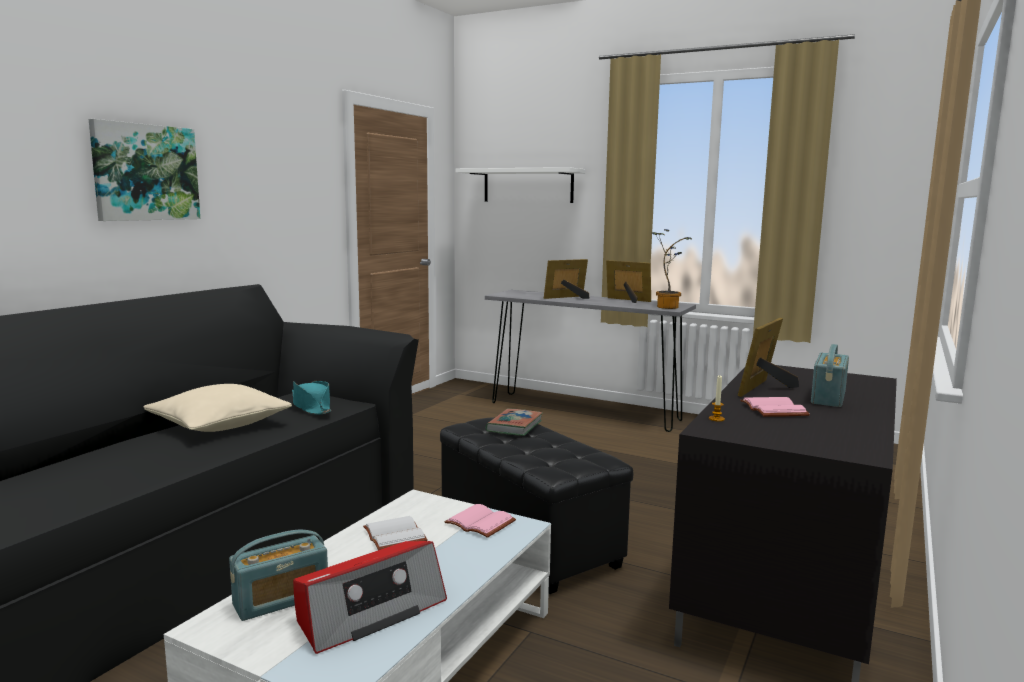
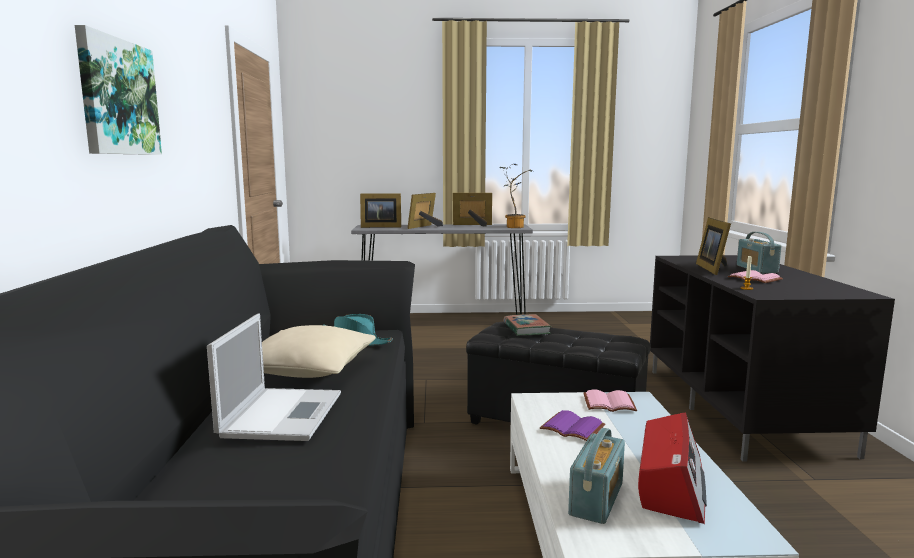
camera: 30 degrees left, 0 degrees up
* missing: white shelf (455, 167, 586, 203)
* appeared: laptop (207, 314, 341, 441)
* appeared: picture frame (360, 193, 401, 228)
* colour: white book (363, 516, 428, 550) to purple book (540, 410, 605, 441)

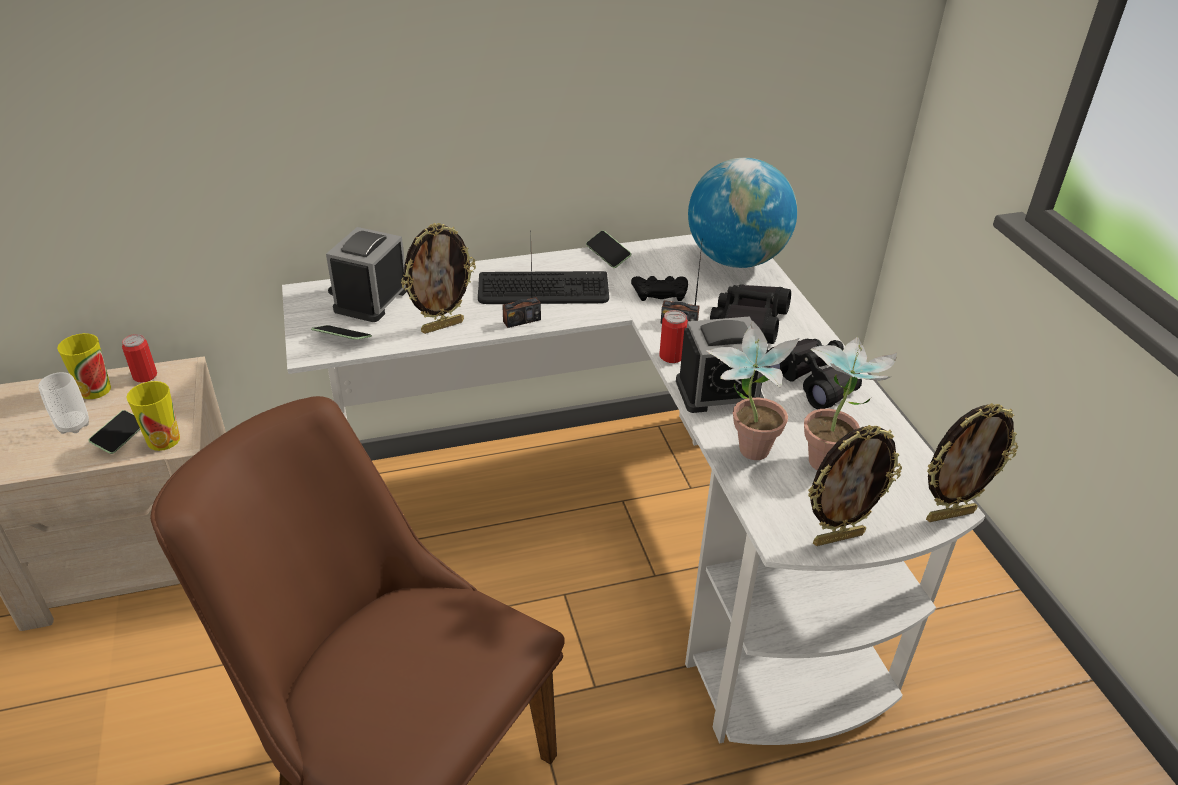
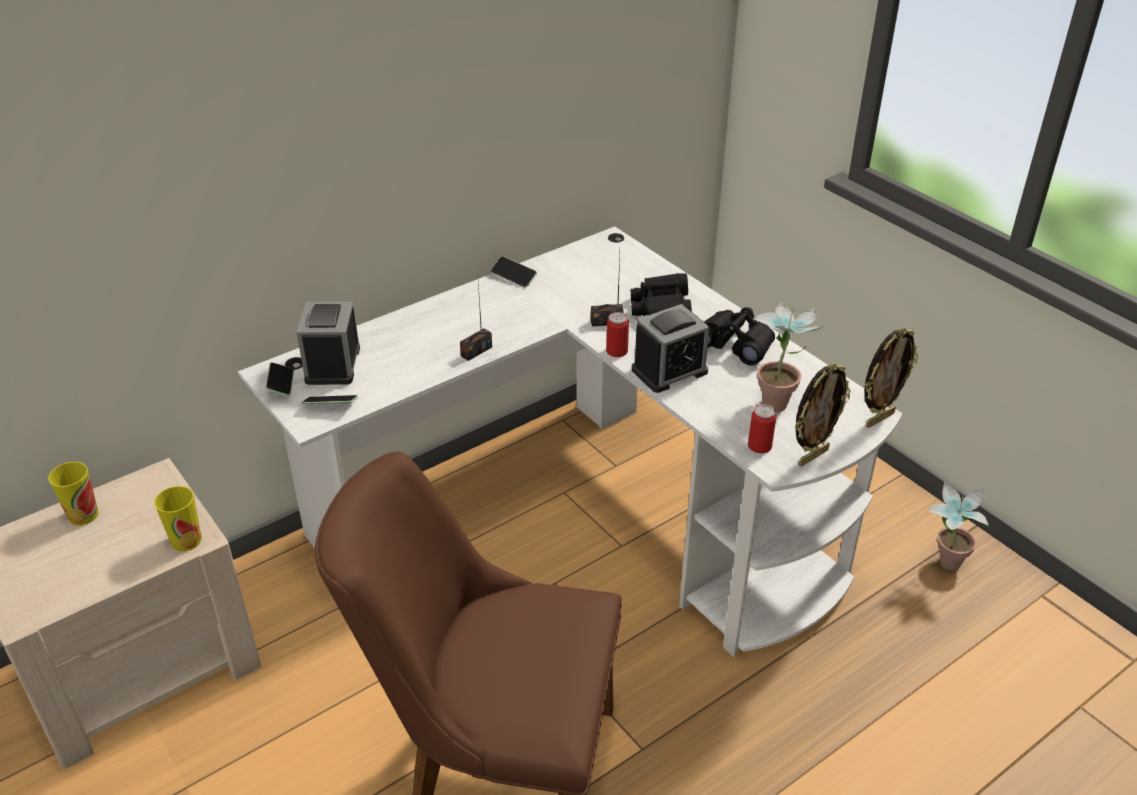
camera: 20 degrees left, 0 degrees up
* missing: cup (38, 372, 89, 434)
* missing: picture frame (401, 223, 476, 334)
* missing: keyboard (478, 271, 609, 304)
* missing: black game controller (631, 276, 688, 301)
* missing: globe (688, 158, 797, 268)
* relocated: phone (88, 410, 140, 454) to (265, 362, 294, 396)
* relocated: can (122, 334, 157, 383) to (748, 404, 776, 453)
* relocated: potted plant (707, 320, 799, 460) to (928, 481, 988, 570)

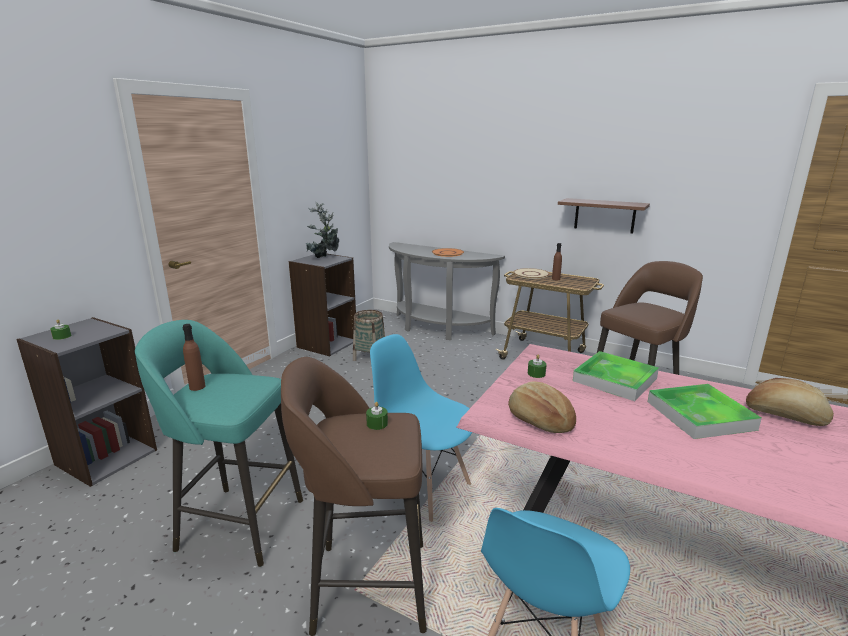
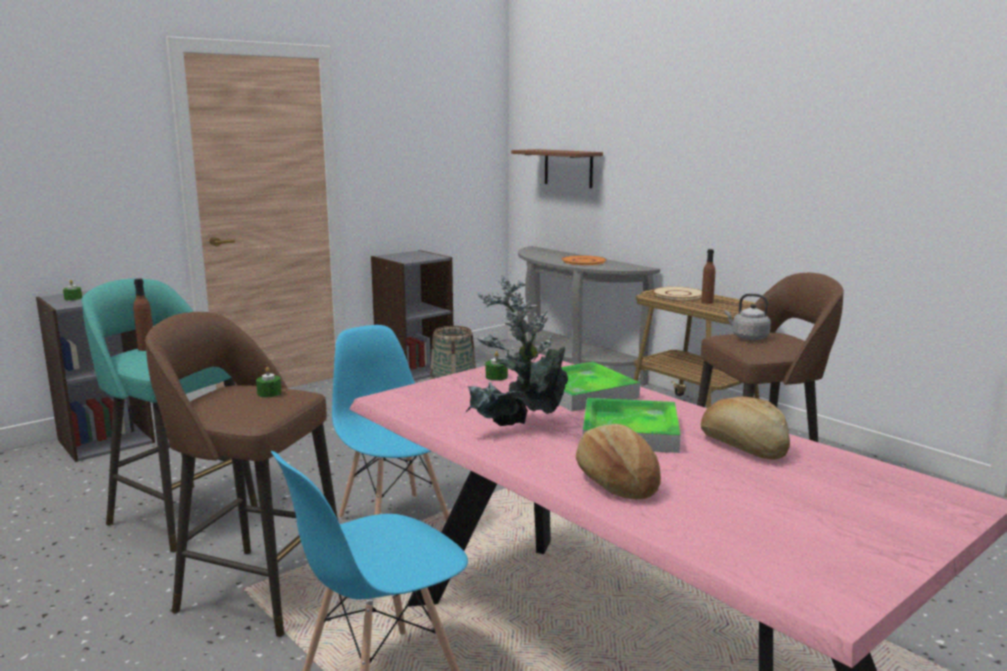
camera: 20 degrees right, 5 degrees down
* appeared: grey kettle (725, 293, 771, 340)
* relocated: potted plant (306, 201, 339, 258) to (465, 275, 568, 426)
* relocated: bread (508, 381, 576, 433) to (576, 424, 661, 499)
* relocated: brown shelf (558, 198, 650, 233) to (511, 149, 603, 188)

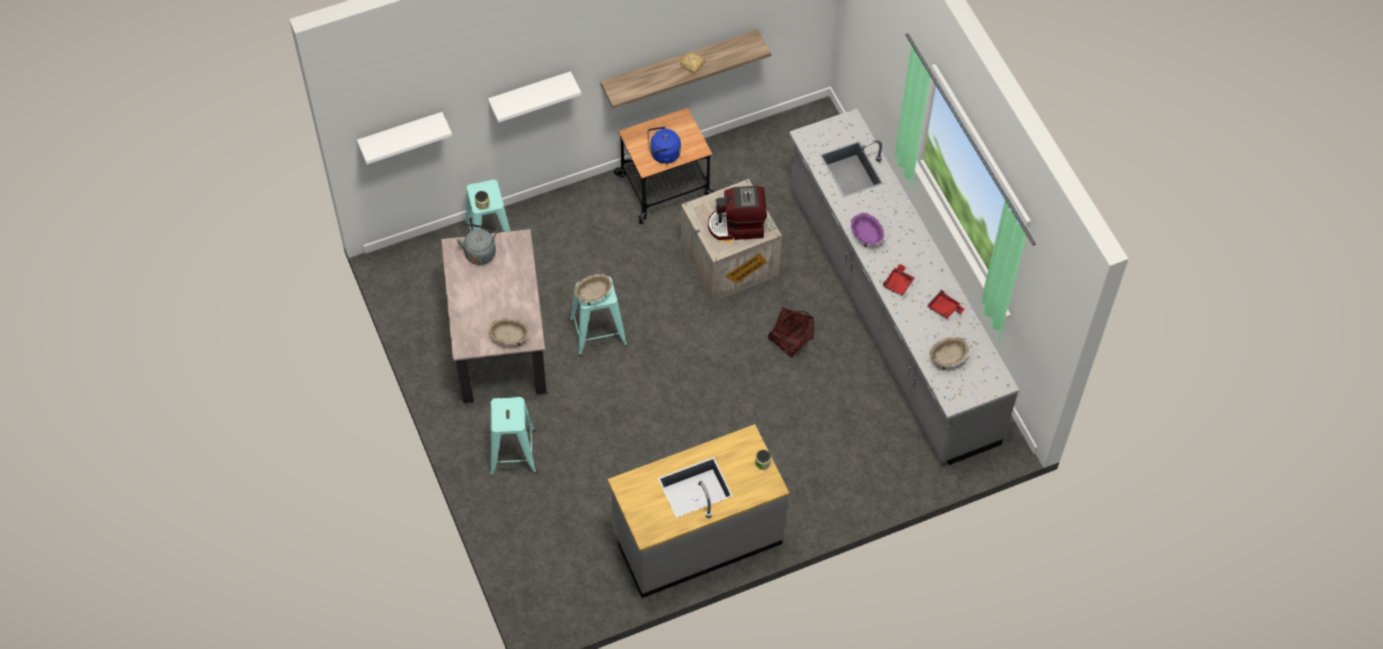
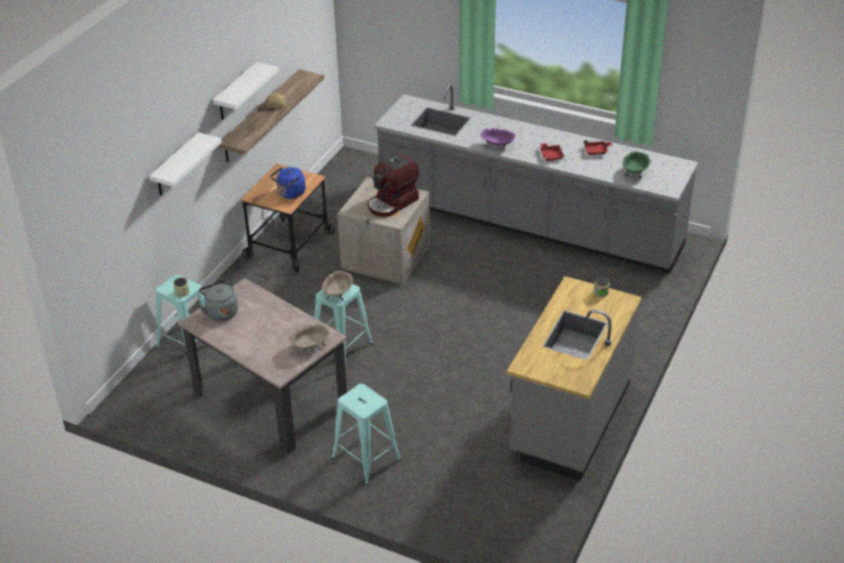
camera: 40 degrees left, 20 degrees down
* missing: basket (768, 306, 814, 358)
* relocated: white shelf (357, 112, 452, 164) to (213, 62, 279, 120)
* colour: beige bowl (929, 337, 969, 370) to green bowl (622, 151, 650, 178)

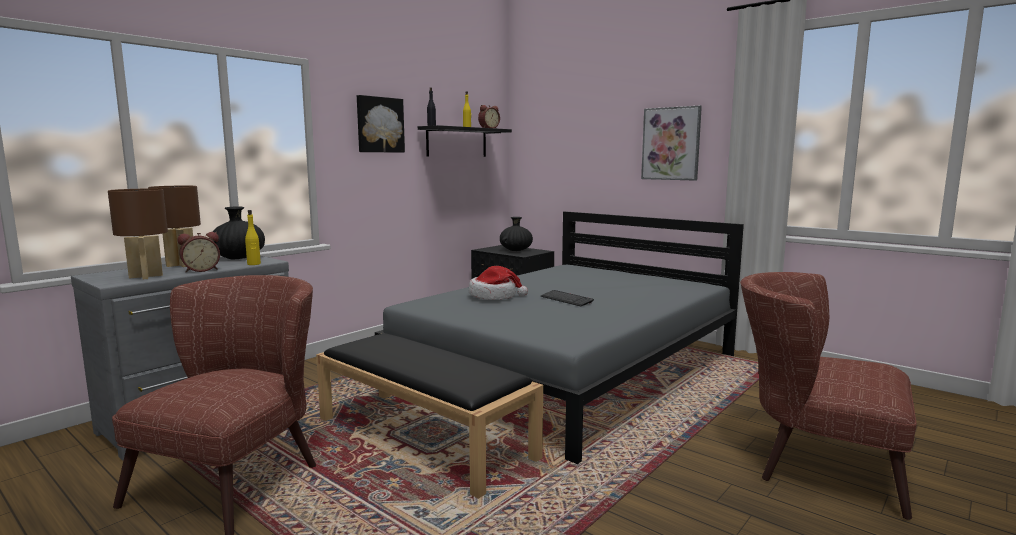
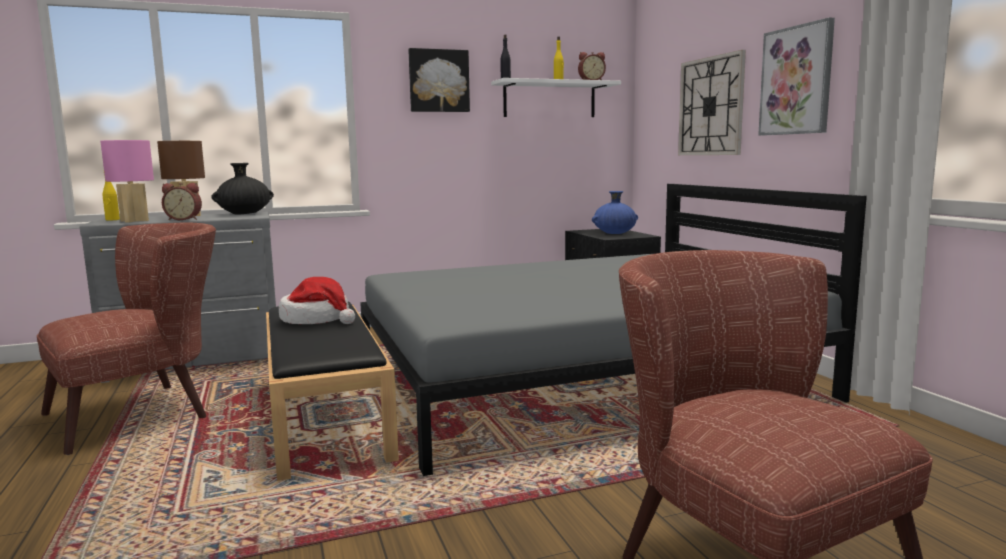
camera: 30 degrees right, 0 degrees up
* missing: keyboard (541, 290, 594, 306)
* appeared: wall clock (678, 50, 746, 155)
* relocated: yellow bottle (245, 210, 261, 265) to (102, 174, 120, 221)
* relocated: hat (469, 266, 528, 300) to (279, 277, 355, 324)
* colour: brown table lamp (108, 189, 168, 279) to pink table lamp (100, 140, 154, 223)
* colour: black shelf (418, 125, 512, 157) to white shelf (491, 78, 621, 117)
* colour: black vase (500, 217, 533, 251) to blue vase (592, 191, 638, 234)

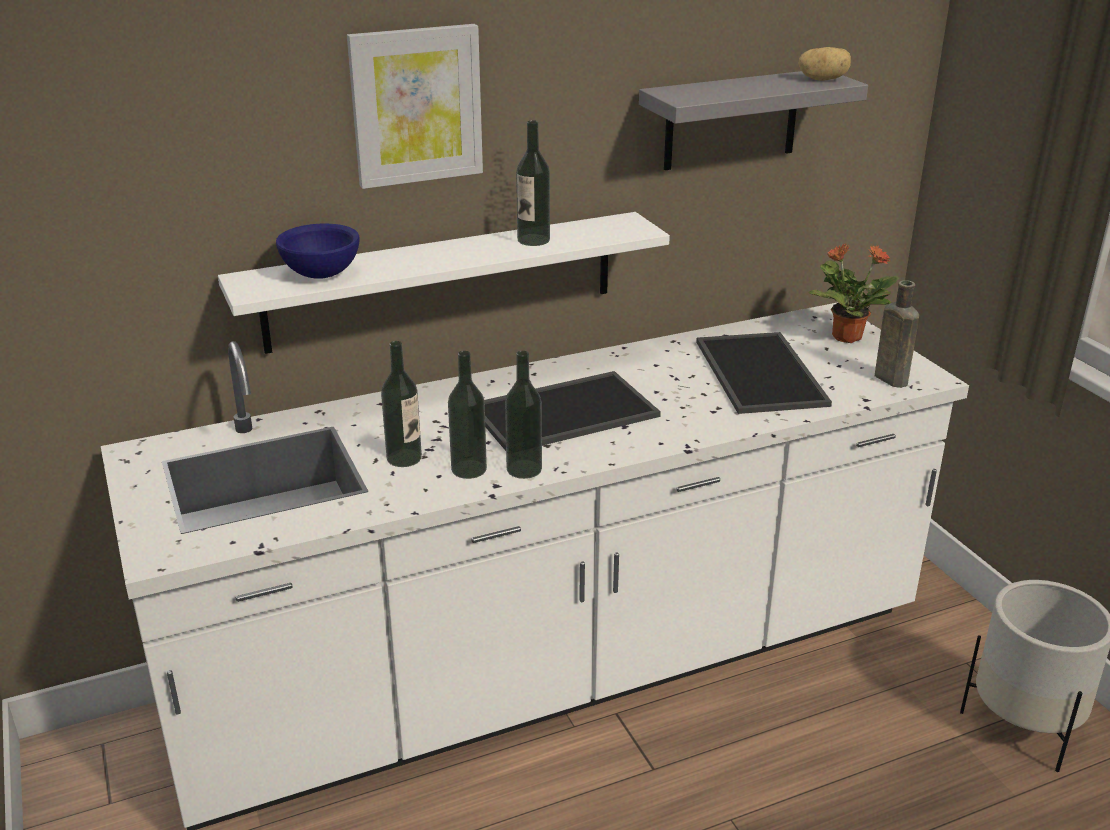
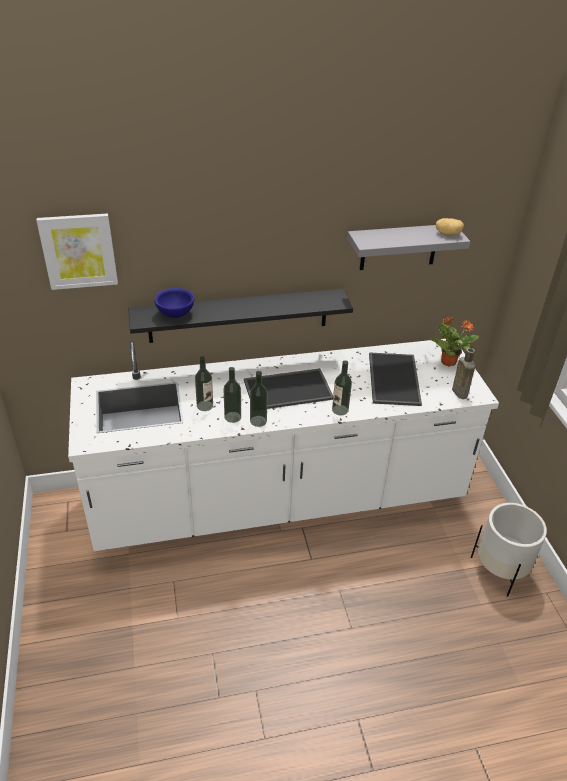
camera: 10 degrees right, 10 degrees up
* relocated: picture (347, 24, 483, 189) to (36, 213, 118, 290)
* relocated: bottle (516, 120, 550, 246) to (332, 360, 352, 415)
* colour: white shelf (218, 212, 670, 354) to black shelf (128, 289, 353, 343)

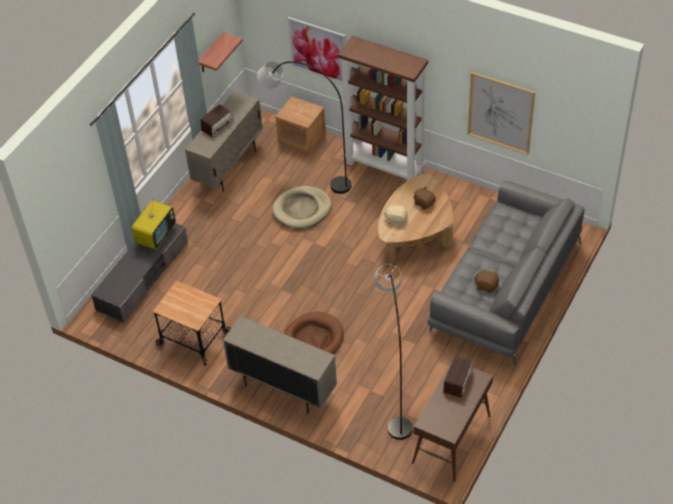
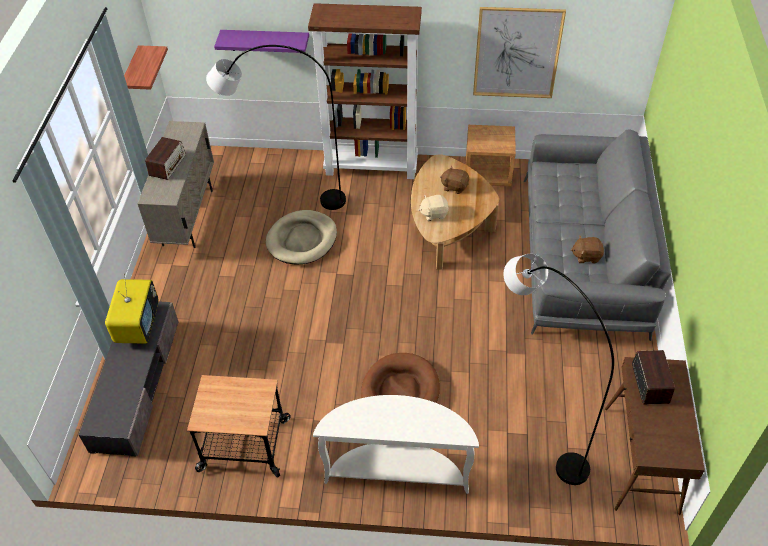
camera: 25 degrees left, 0 degrees up
* relocated: brown nightstand (275, 96, 326, 153) to (466, 125, 516, 186)
* exchanged: beige cabinet (223, 316, 337, 414) to white console table (313, 395, 479, 494)
* exchanged: picture (288, 17, 346, 83) to purple shelf (214, 30, 309, 53)

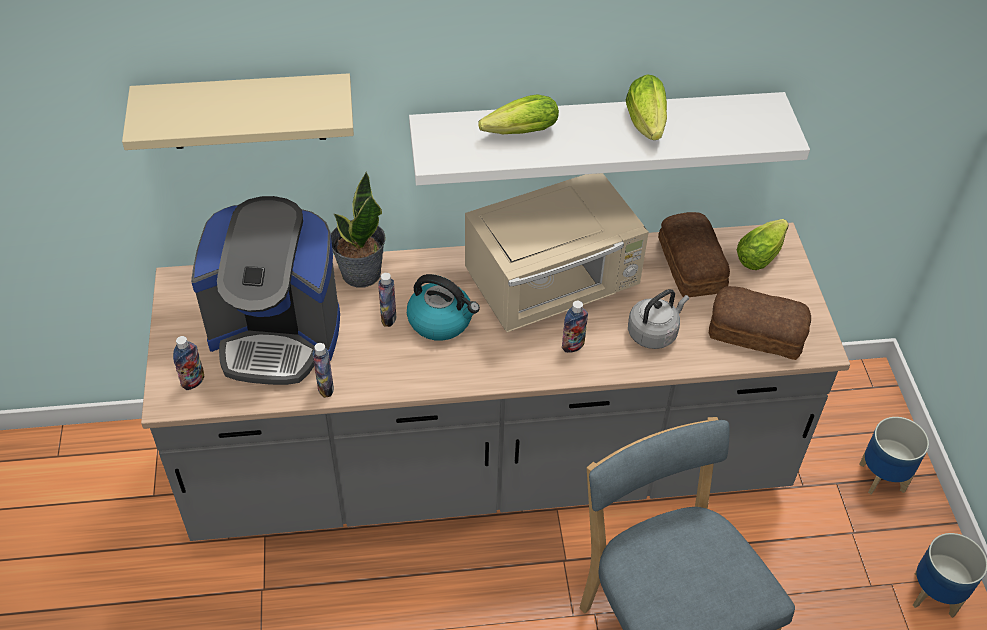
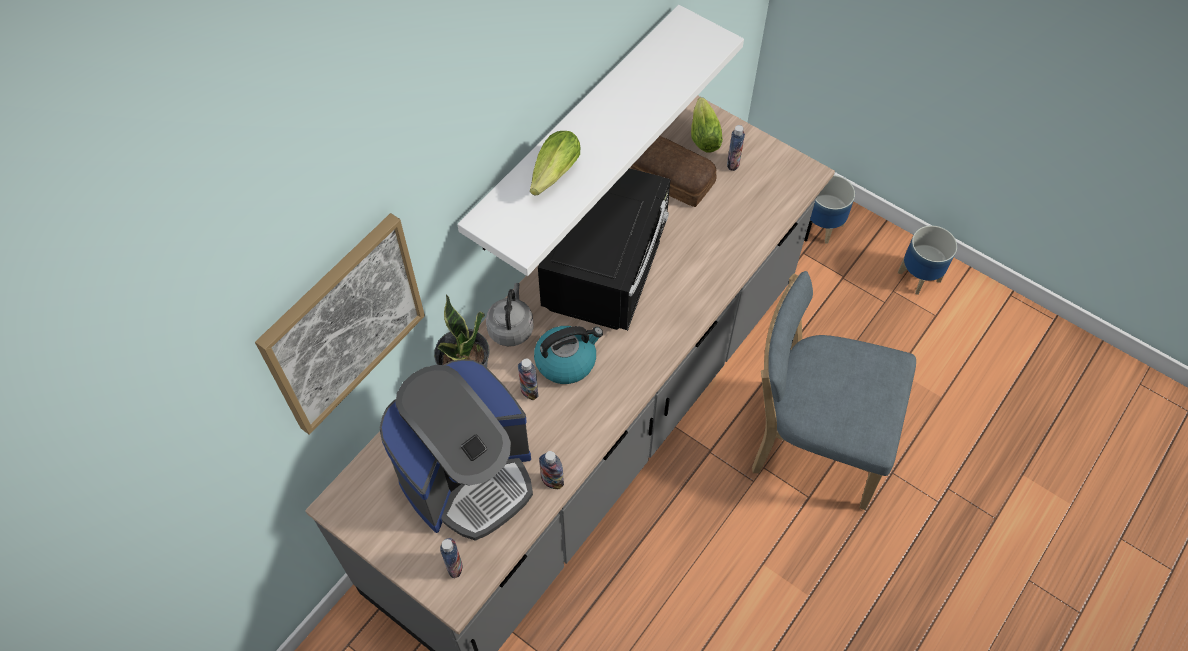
camera: 45 degrees left, 10 degrees up
* missing: lettuce (626, 74, 667, 140)
* missing: bread (709, 286, 811, 360)
* relocated: bottle (562, 300, 588, 353) to (727, 125, 745, 171)
* relocated: grey kettle (628, 289, 689, 349) to (486, 283, 534, 346)
* exchanged: beige shelf (122, 73, 354, 150) to picture (255, 213, 425, 435)
* colour: beige microwave (465, 173, 649, 332) to black microwave (538, 168, 671, 331)

